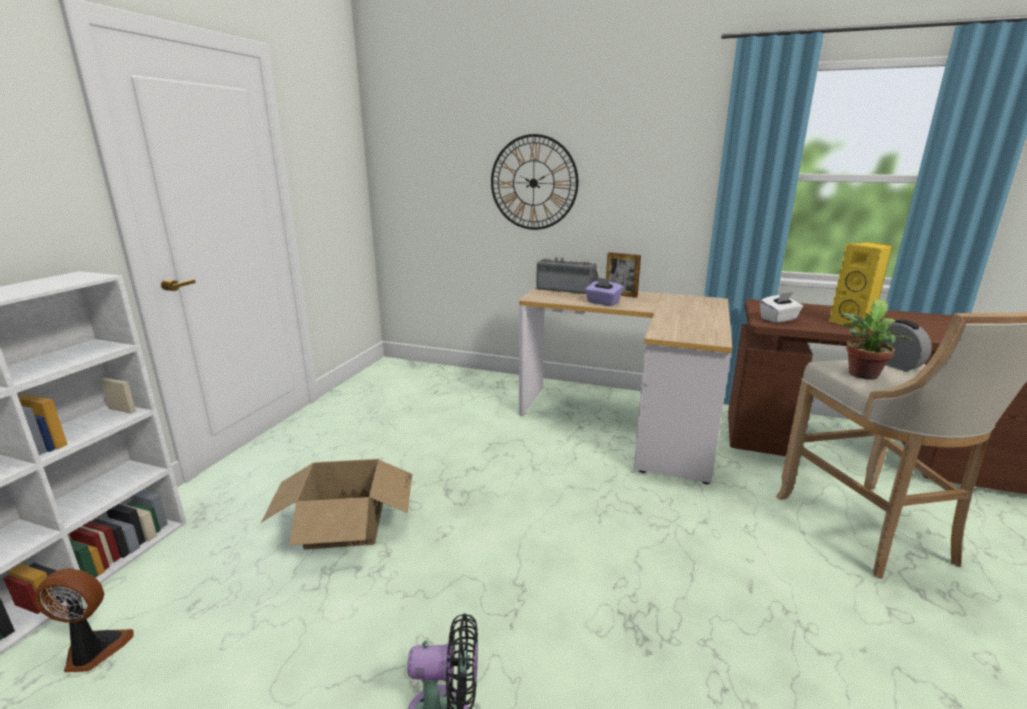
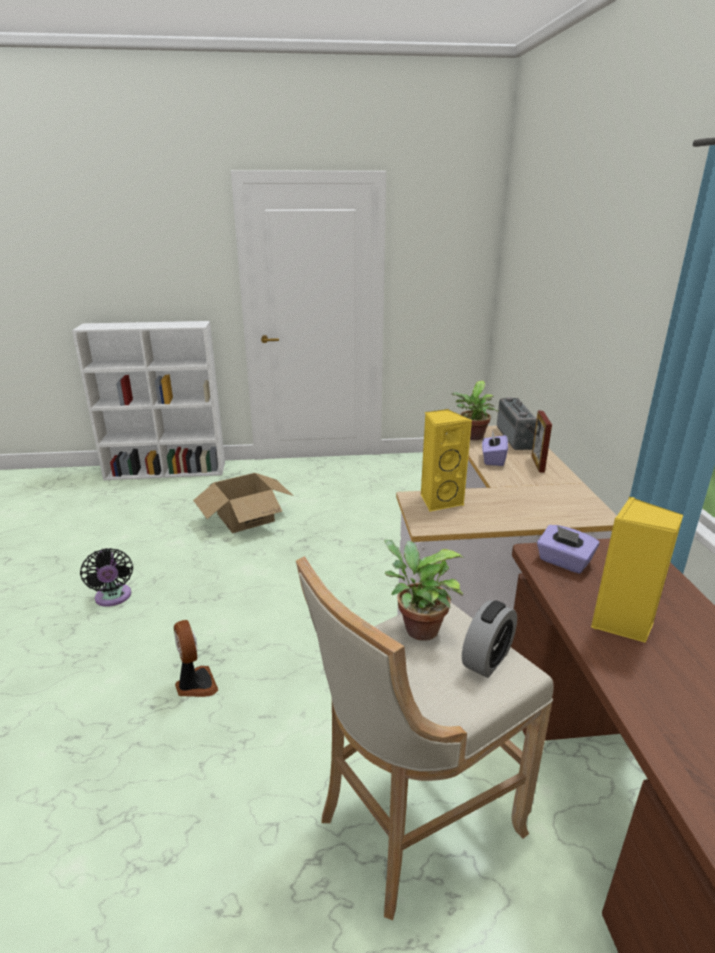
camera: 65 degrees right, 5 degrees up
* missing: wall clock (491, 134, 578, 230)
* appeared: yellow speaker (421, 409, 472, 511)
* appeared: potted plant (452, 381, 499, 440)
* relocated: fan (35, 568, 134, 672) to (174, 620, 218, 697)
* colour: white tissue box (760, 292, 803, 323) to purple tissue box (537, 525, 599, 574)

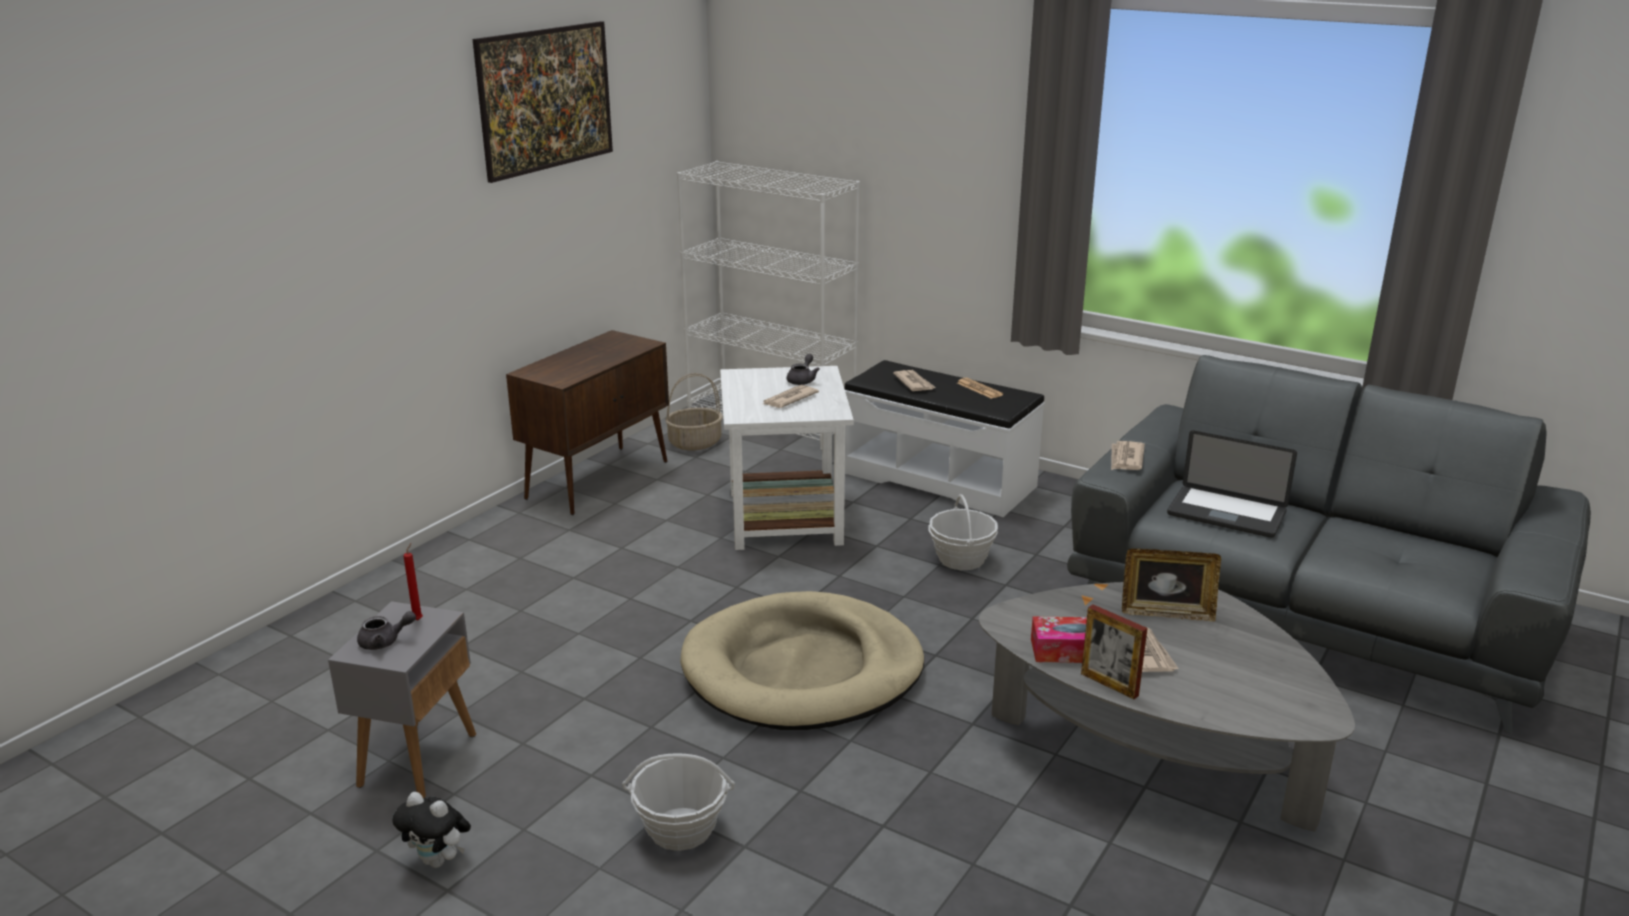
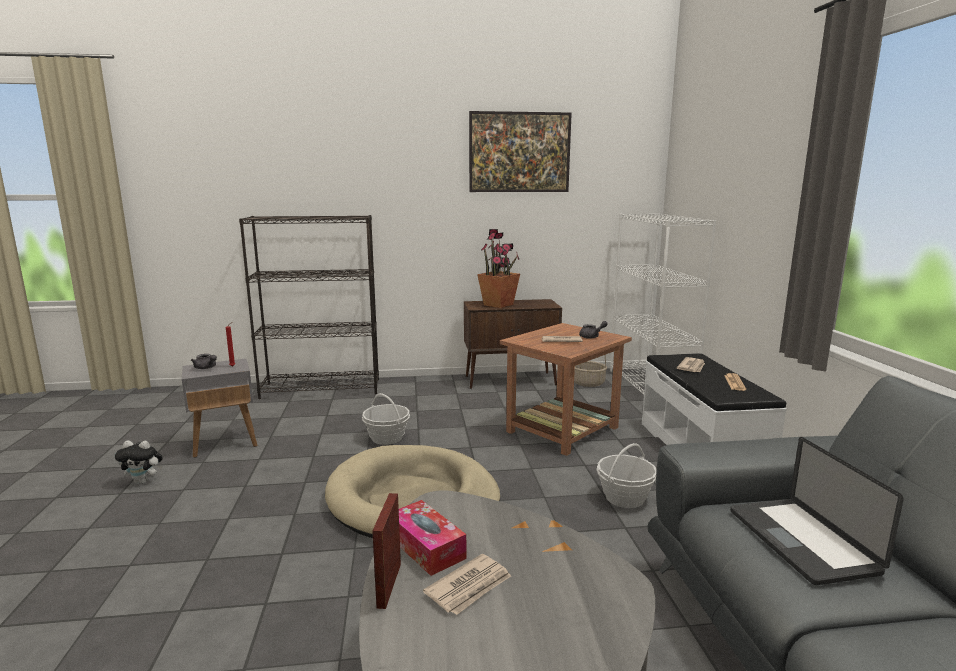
camera: 50 degrees right, 10 degrees down
* missing: newspaper (1111, 441, 1145, 470)
* missing: picture frame (1122, 549, 1221, 622)
* appeared: black bookcase (239, 215, 379, 399)
* appeared: potted plant (477, 229, 520, 308)
* relocated: basket (622, 753, 735, 851) to (362, 393, 410, 445)
* colour: white side table (720, 366, 854, 550) to brown side table (500, 323, 632, 456)
* spun: plush toy (392, 792, 471, 868) = (115, 441, 163, 484) 75 degrees counterclockwise

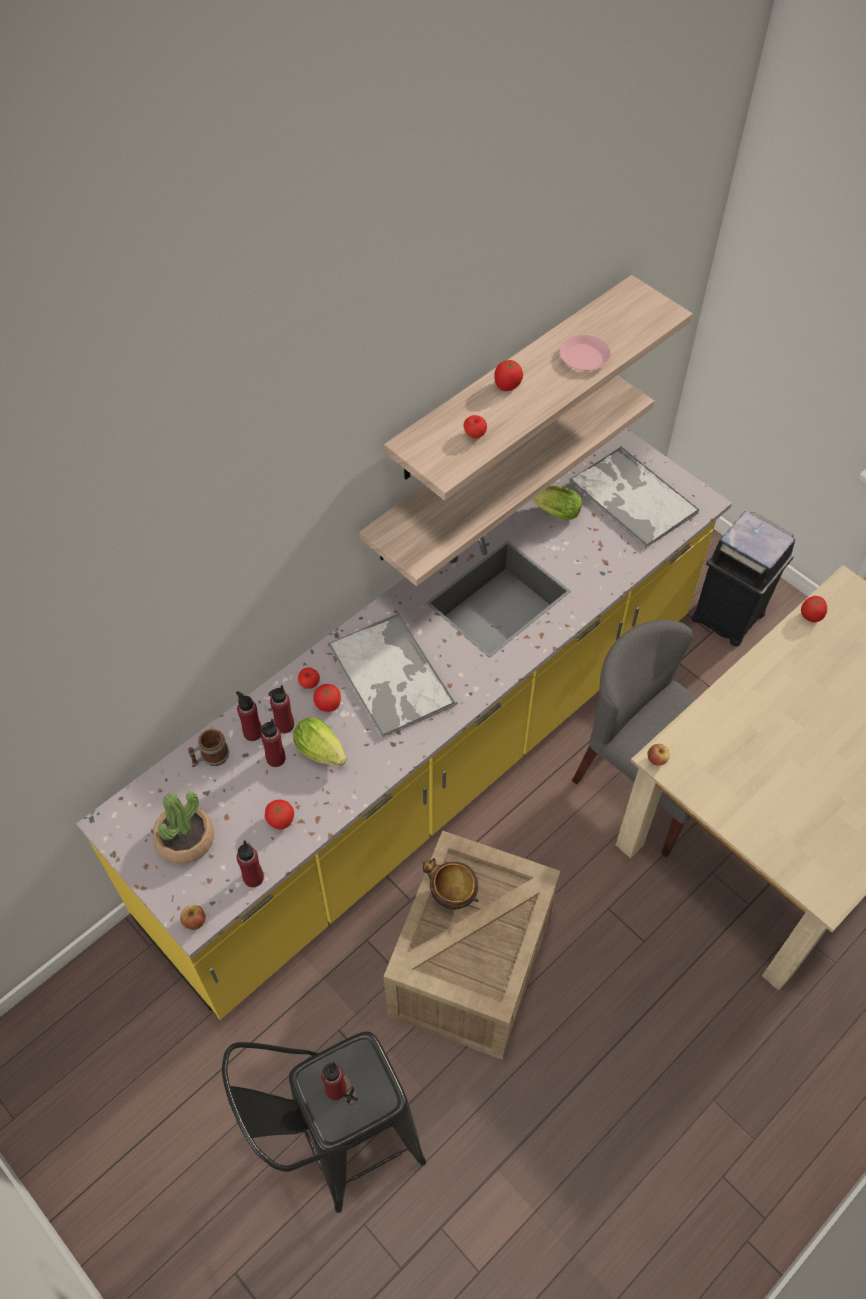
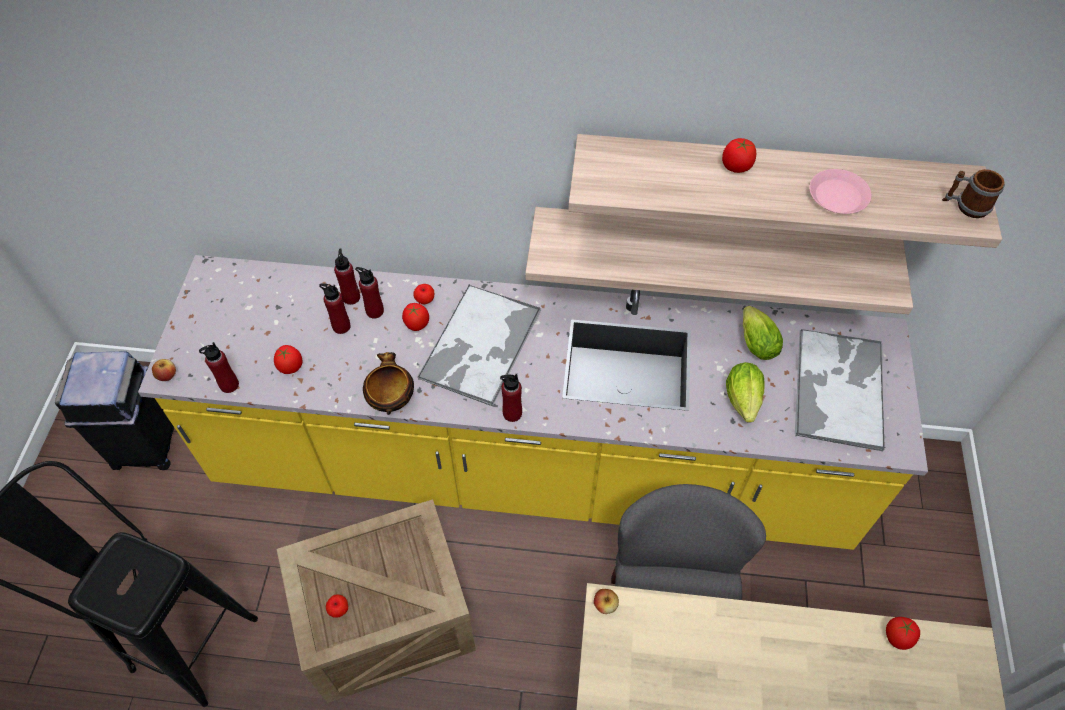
camera: 50 degrees right, 0 degrees up
* missing: potted plant (153, 792, 214, 864)
* relocated: mug (188, 729, 229, 767) to (942, 169, 1005, 218)
* relocated: lettuce (293, 717, 347, 766) to (726, 362, 765, 423)
* relocated: red bottle (321, 1062, 347, 1100) to (500, 374, 522, 422)
* relocated: bowl (423, 858, 479, 909) to (363, 352, 414, 415)
* relocated: apple (464, 415, 487, 438) to (326, 594, 348, 618)
* relocated: black trash can (691, 511, 795, 647) to (55, 352, 174, 470)

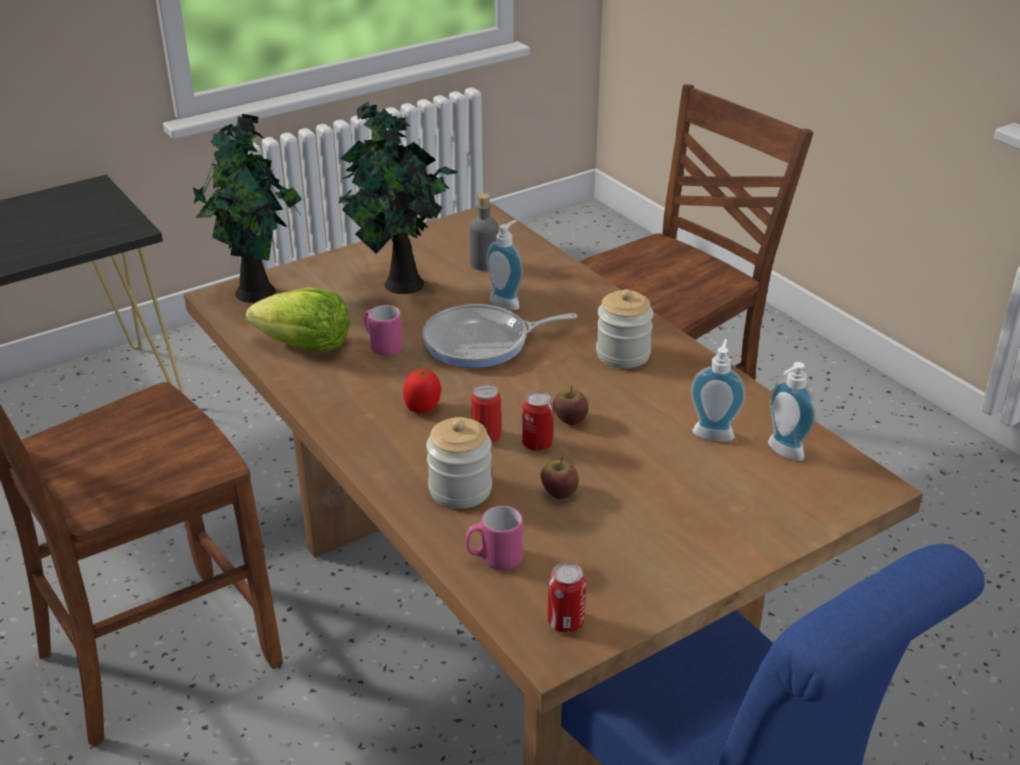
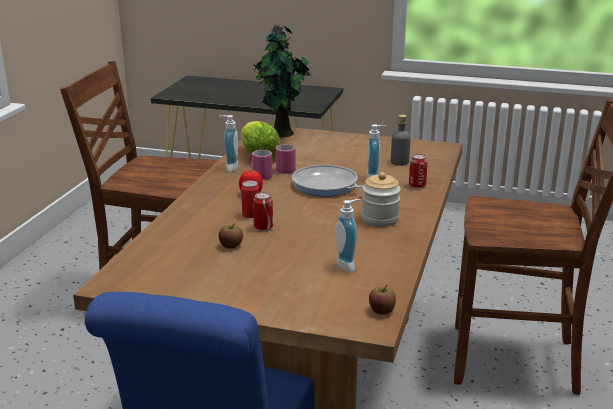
camera: 50 degrees right, 10 degrees down
* missing: potted plant (339, 101, 458, 294)
* missing: jar (426, 417, 492, 509)
* relocated: pink mug (465, 506, 523, 570) to (249, 150, 272, 180)
* relocated: can (548, 562, 586, 633) to (409, 154, 427, 188)
* relocated: apple (553, 386, 589, 425) to (369, 285, 396, 315)
* relocated: soap dispenser (768, 362, 815, 461) to (219, 115, 238, 172)

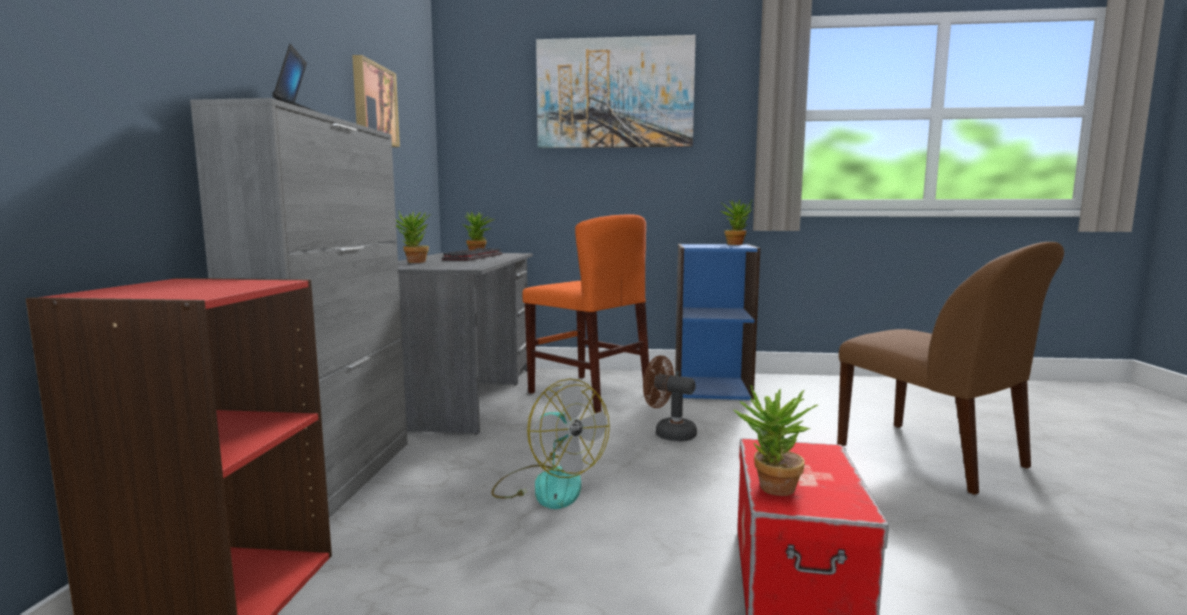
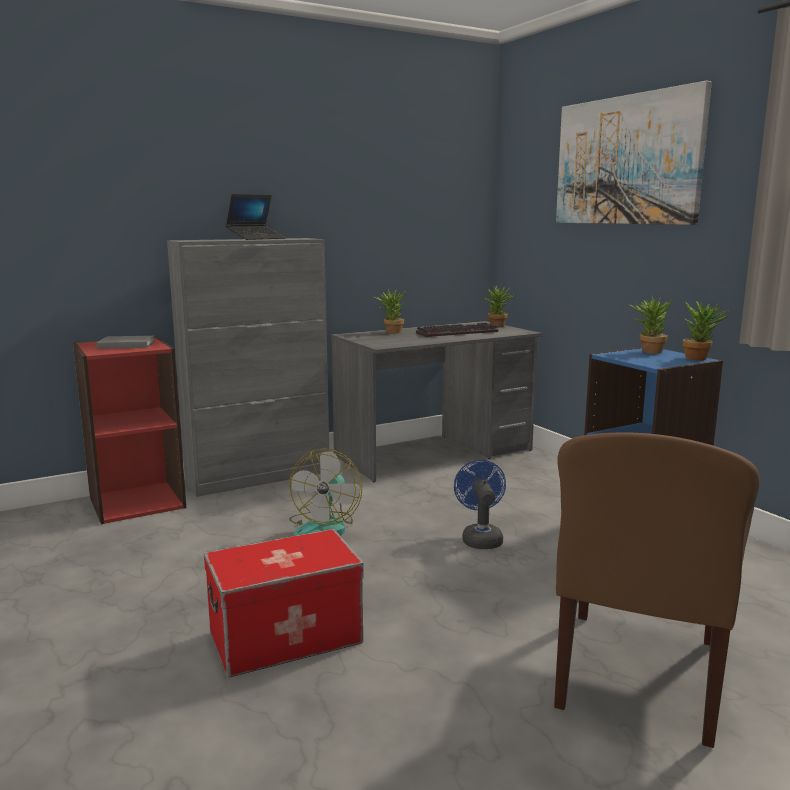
camera: 55 degrees right, 5 degrees up
* missing: picture (352, 55, 400, 147)
* missing: orange chair (522, 215, 649, 413)
* appeared: grey book (97, 336, 155, 349)
* relocated: potted plant (733, 385, 818, 496) to (628, 295, 673, 354)
* colour: brown fan (643, 355, 697, 442) to blue fan (454, 460, 506, 549)

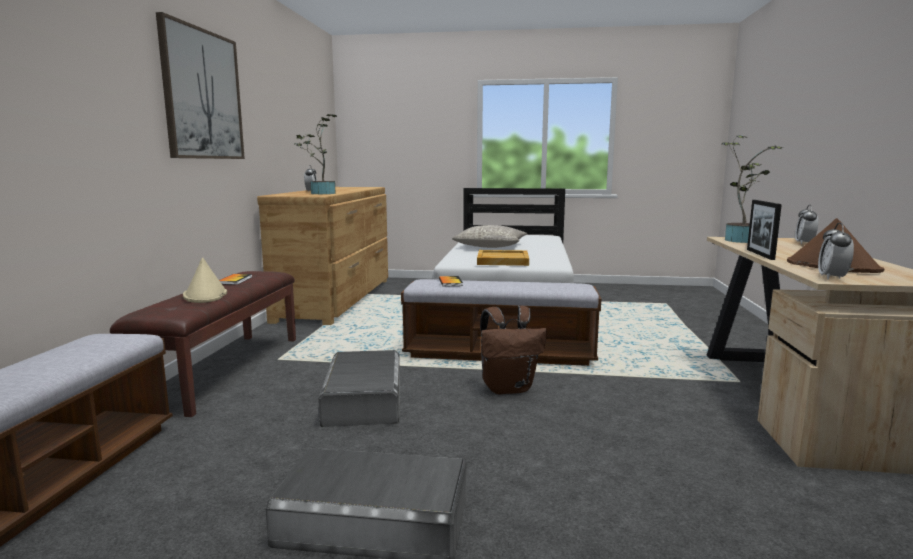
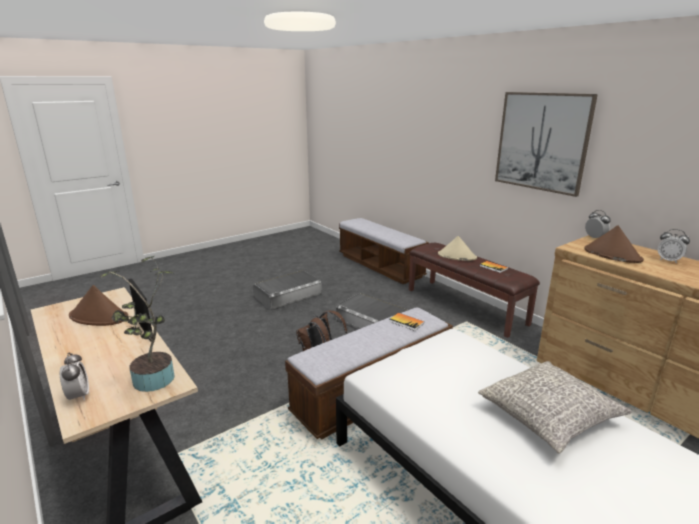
camera: 135 degrees right, 10 degrees up
* missing: beige tray (477, 250, 529, 266)
* relocated: alarm clock (818, 223, 854, 280) to (585, 210, 611, 238)
* exchanged: potted plant (294, 114, 337, 194) to brown hat (584, 225, 644, 263)

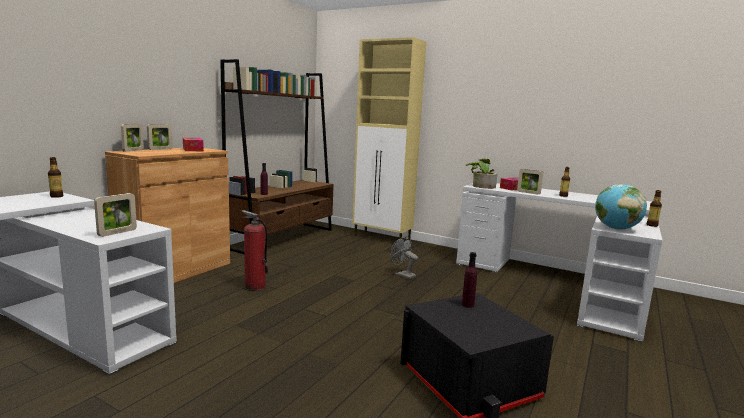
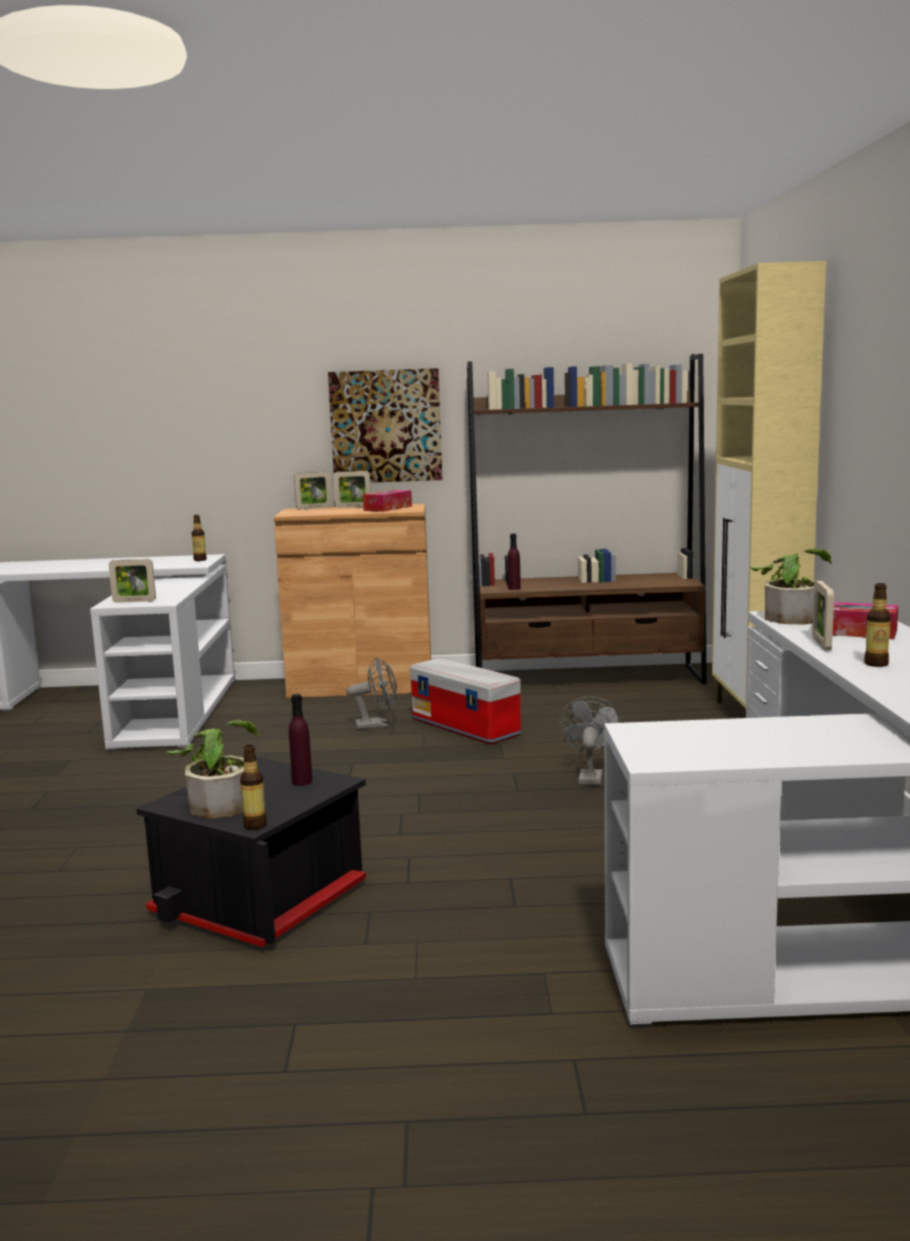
camera: 60 degrees right, 0 degrees up
* missing: globe (595, 184, 647, 230)
* appeared: potted plant (166, 720, 259, 819)
* appeared: picture (328, 368, 442, 483)
* appeared: storage box (410, 658, 521, 744)
* relocated: bottle (647, 190, 662, 227) to (240, 745, 267, 830)
* exchanged: fire extinguisher (242, 210, 268, 291) to grey fan (346, 657, 397, 730)

